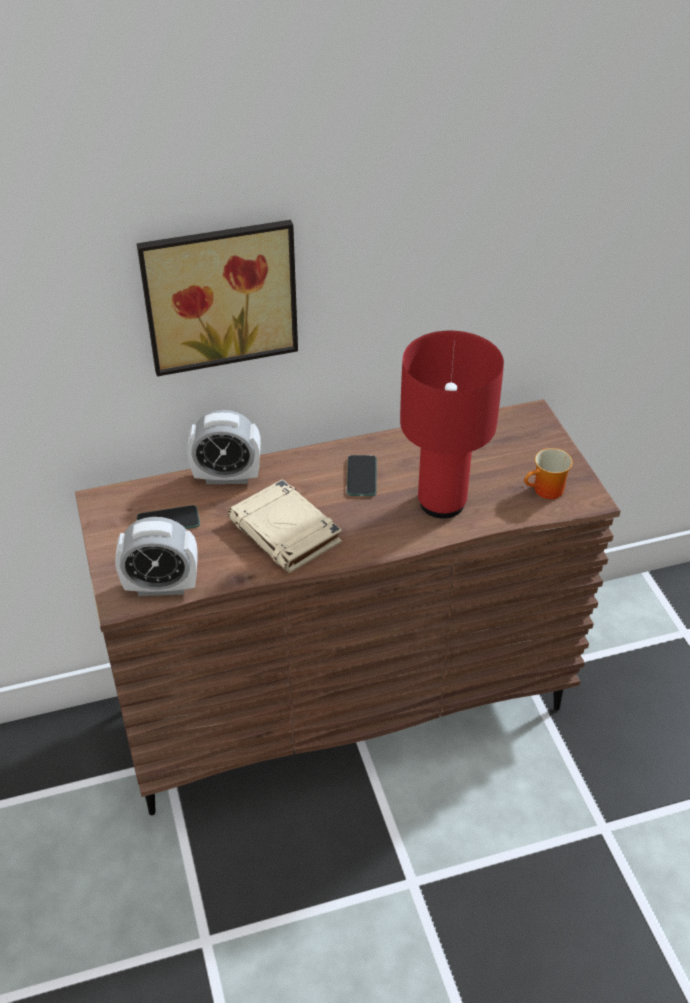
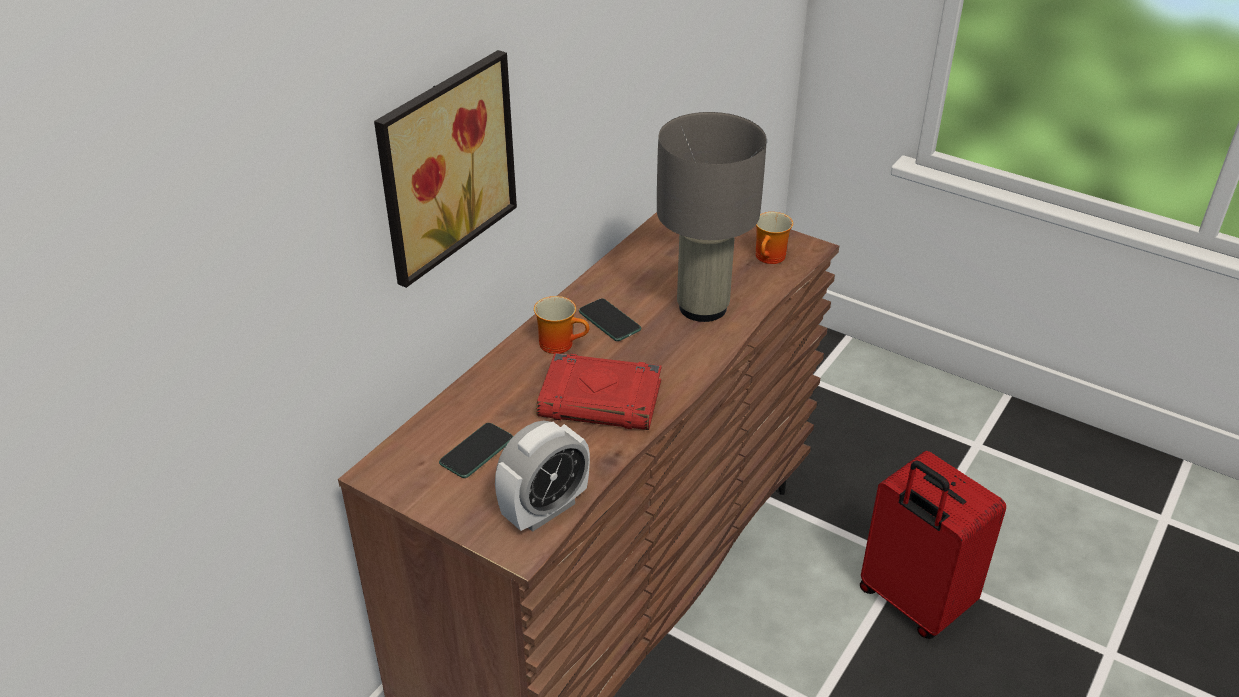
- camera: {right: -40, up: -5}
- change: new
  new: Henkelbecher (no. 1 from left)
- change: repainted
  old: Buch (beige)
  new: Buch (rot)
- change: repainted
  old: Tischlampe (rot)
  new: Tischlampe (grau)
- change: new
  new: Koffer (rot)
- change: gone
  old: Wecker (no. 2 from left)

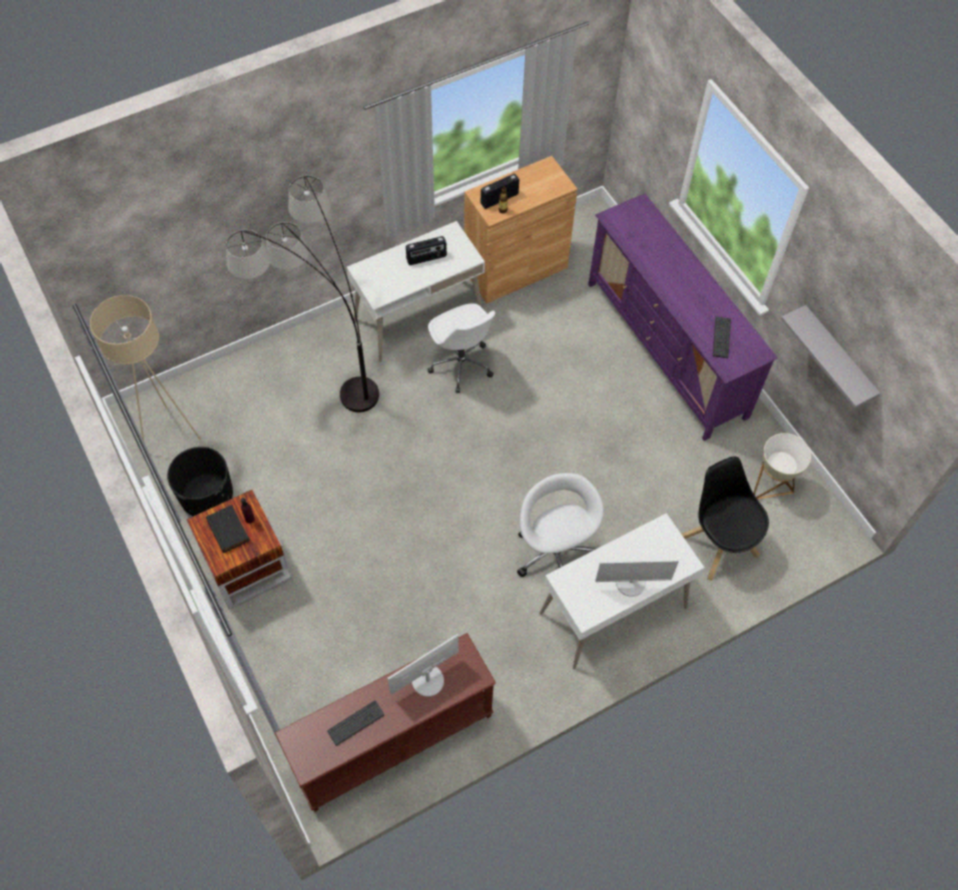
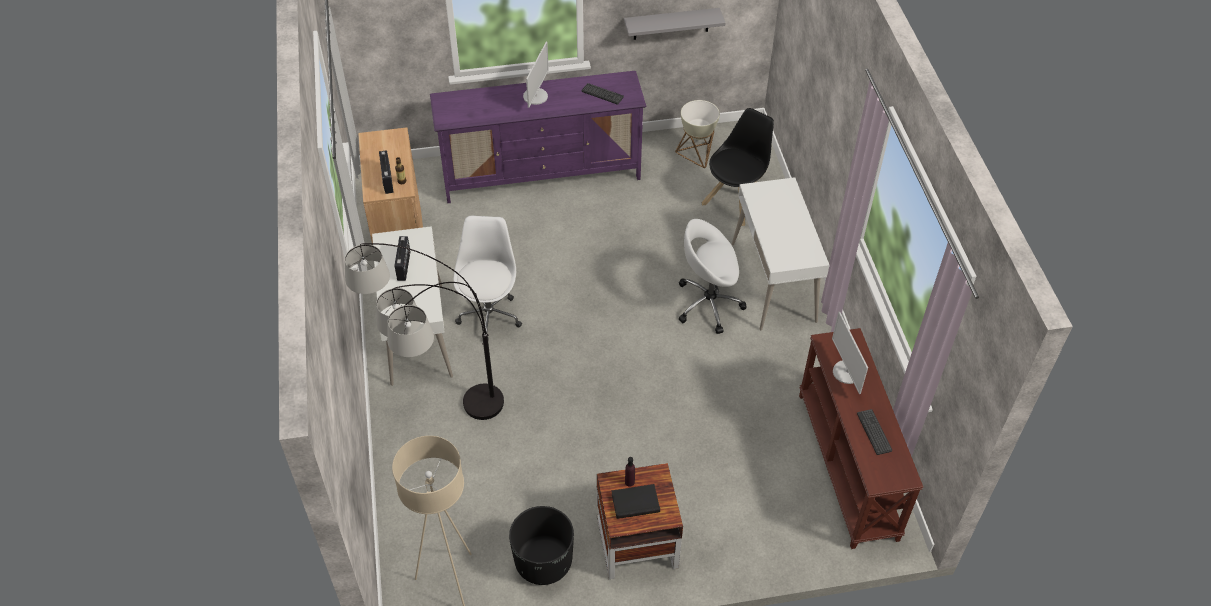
- camera: {right: -70, up: -10}
- change: rotated
  old: Bürostuhl (weiß) (no. 1 from left)
  degrees: -75
- change: shifted
  old: Monitor (no. 2 from left in the first image)
  new: Monitor (no. 1 from left)
- change: rotated
  old: Stuhl (schwarz)
  degrees: 135

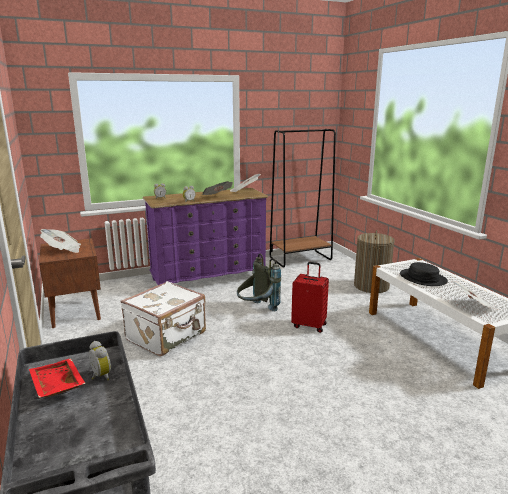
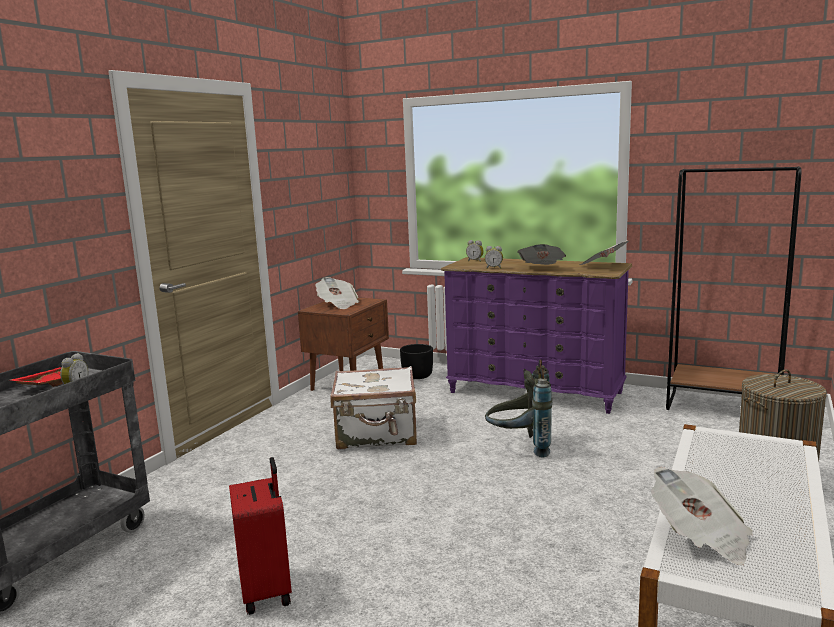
- camera: {right: 50, up: -5}
- change: shifted
  old: Koffer (rot)
- change: new
  new: Pflanzkübel (schwarz)
- change: gone
  old: Hut (schwarz)

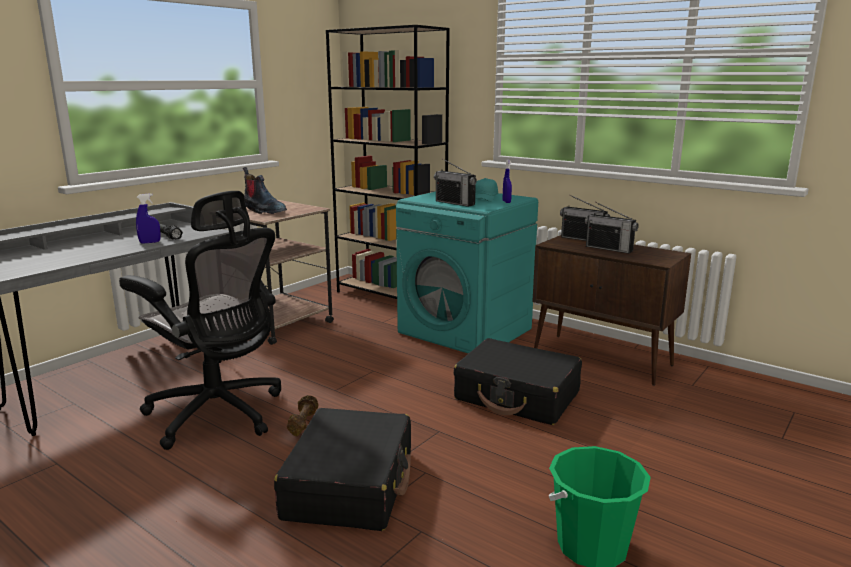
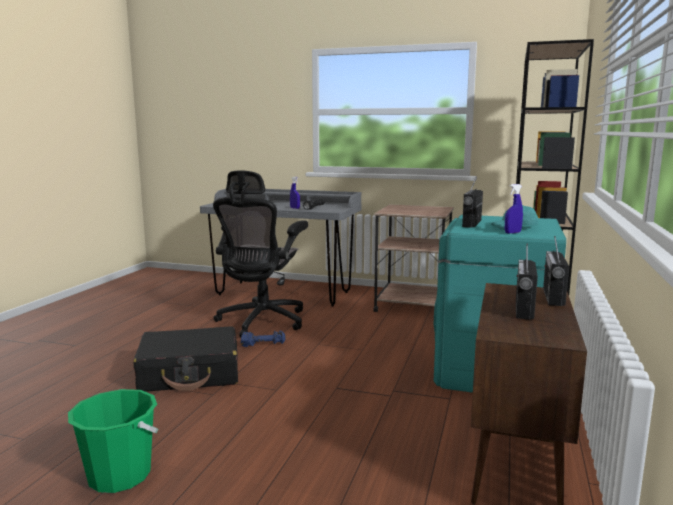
- camera: {right: 70, up: -5}
- change: repainted
  old: Hantel (braun)
  new: Hantel (blau)
- change: gone
  old: Stiefel
- change: gone
  old: Koffer (schwarz) (no. 2 from left)

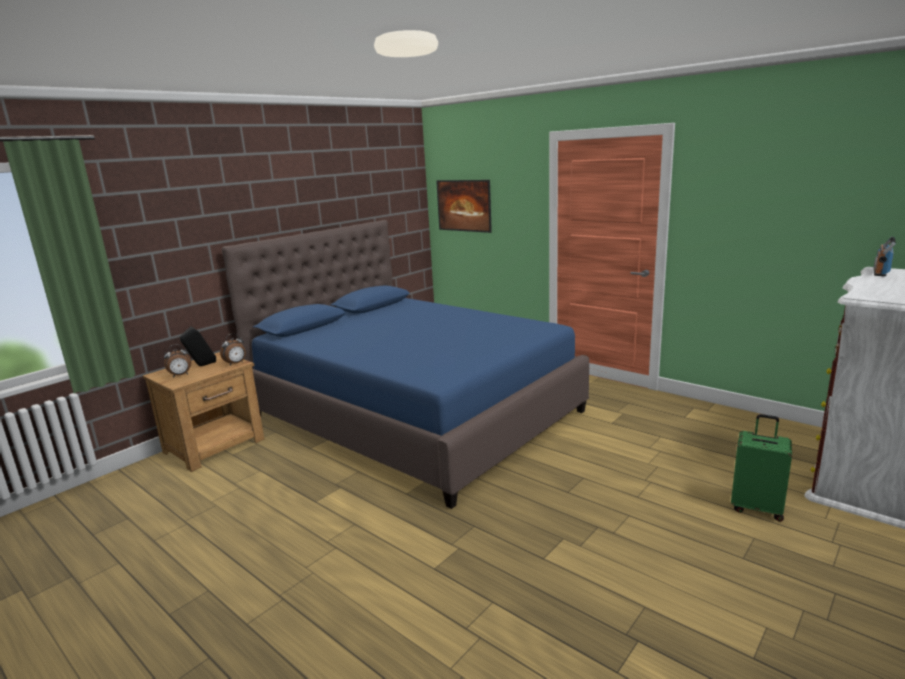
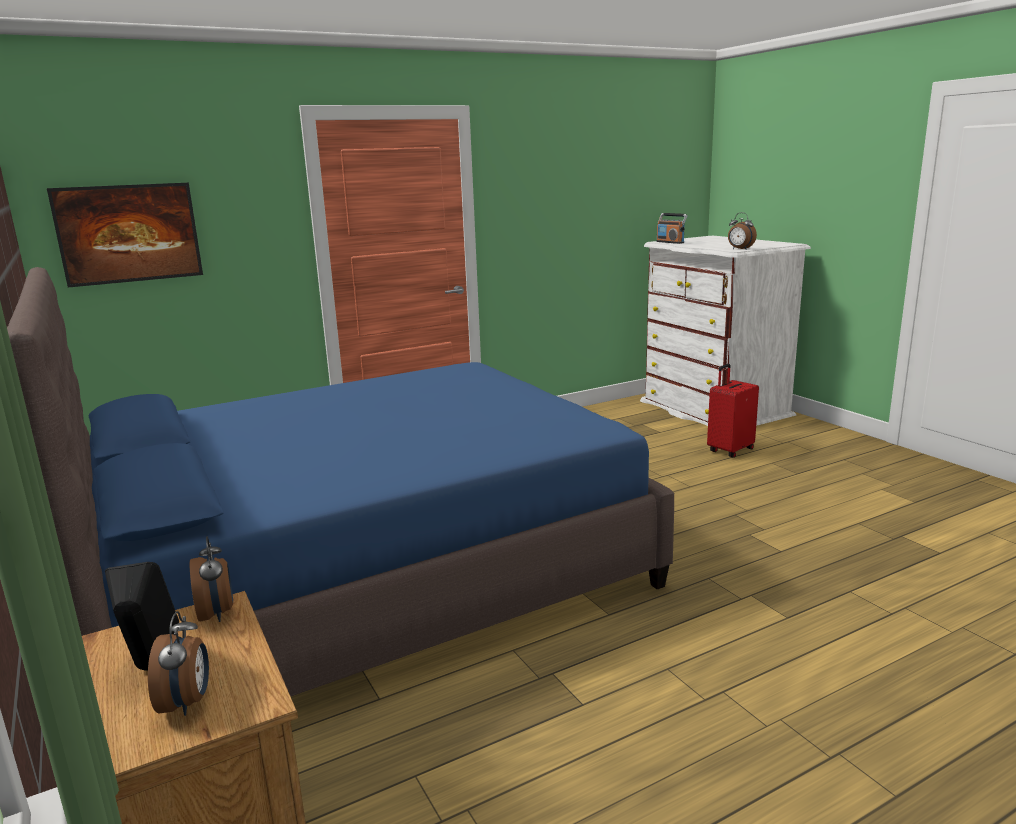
- camera: {right: -70, up: 0}
- change: repainted
  old: Koffer (grün)
  new: Koffer (rot)
- change: new
  new: Wecker (no. 3 from left)

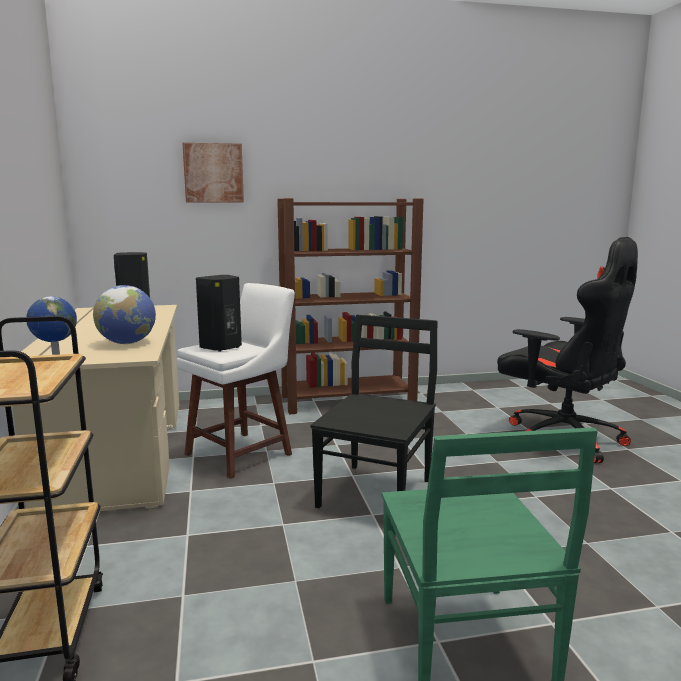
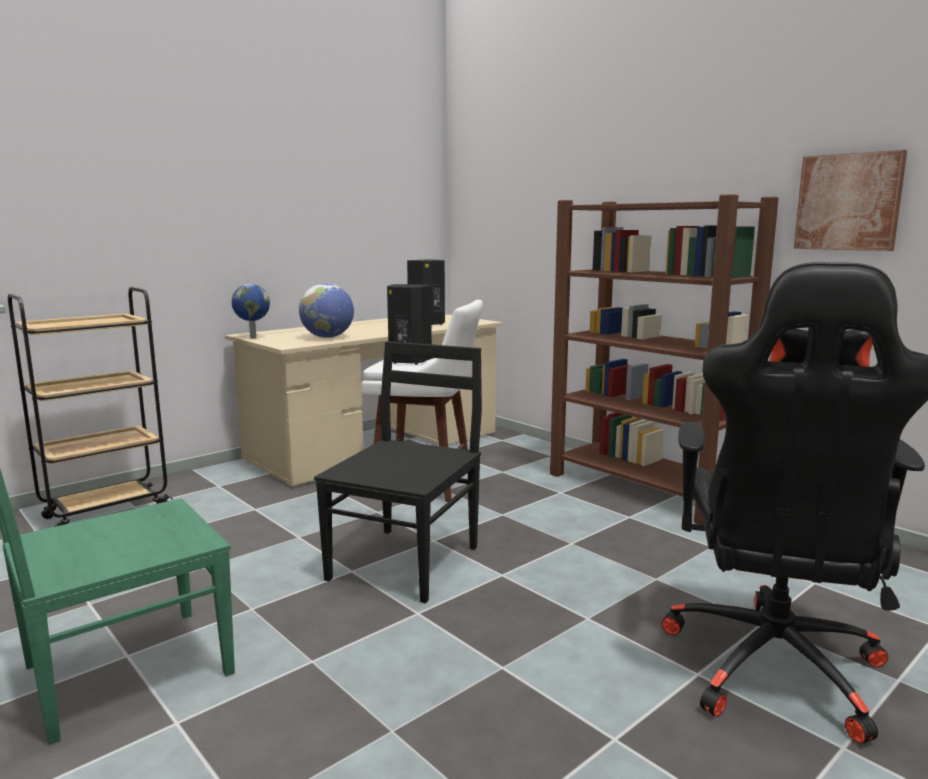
- camera: {right: 60, up: 0}
- change: rotated
  old: Stuhl (schwarz)
  degrees: -60
- change: shifted
  old: Bild

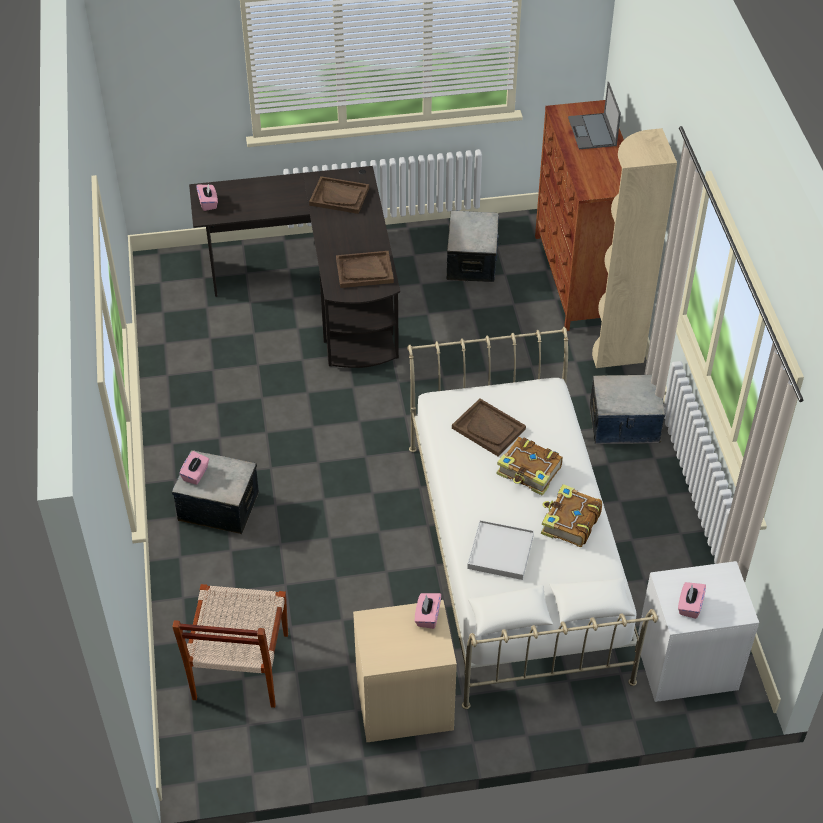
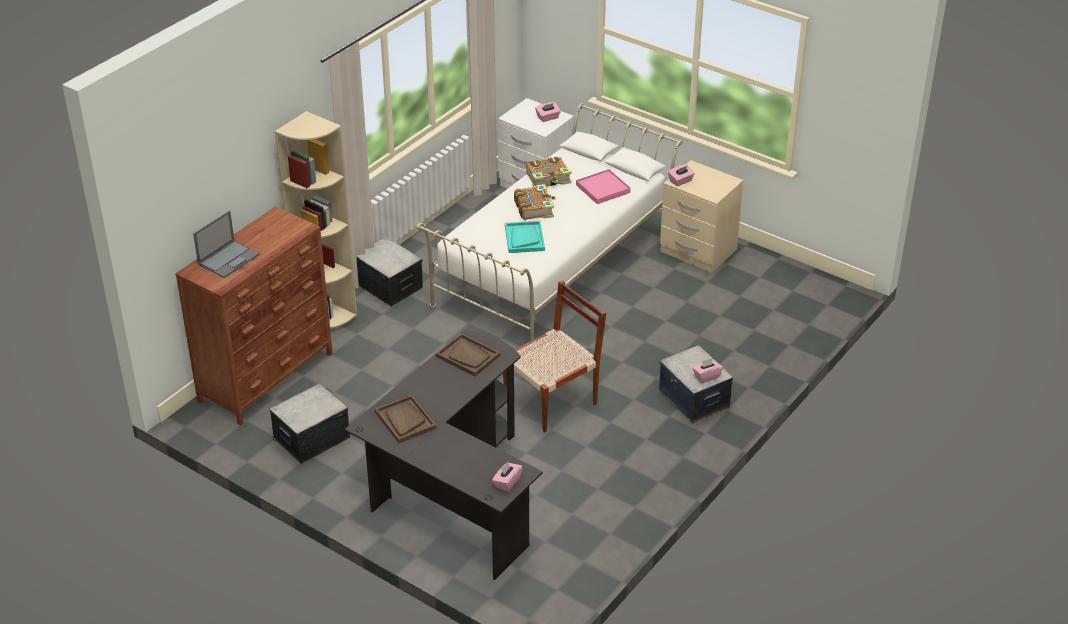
- camera: {right: -135, up: -10}
- change: shifted
  old: Stuhl
- change: repainted
  old: Tablett (braun) (no. 3 from left)
  new: Tablett (türkis)
- change: repainted
  old: Tablett (weiß)
  new: Tablett (rosa)

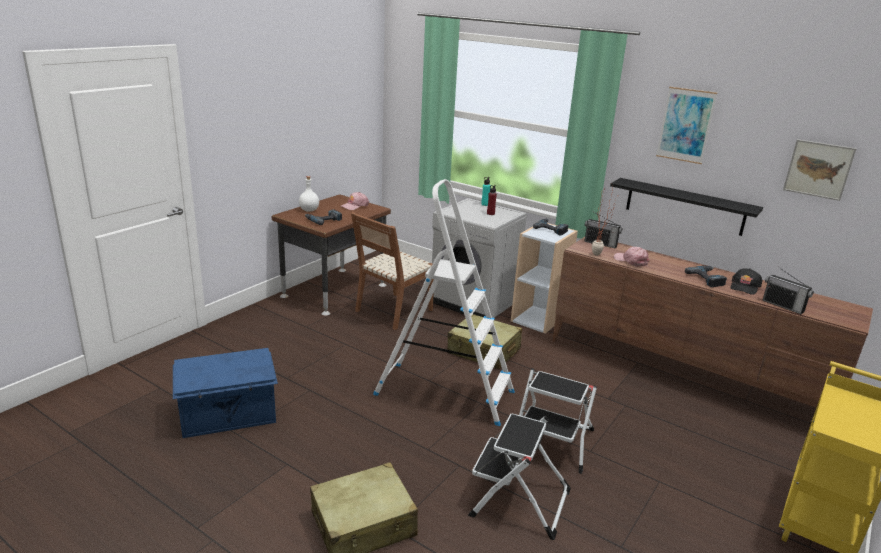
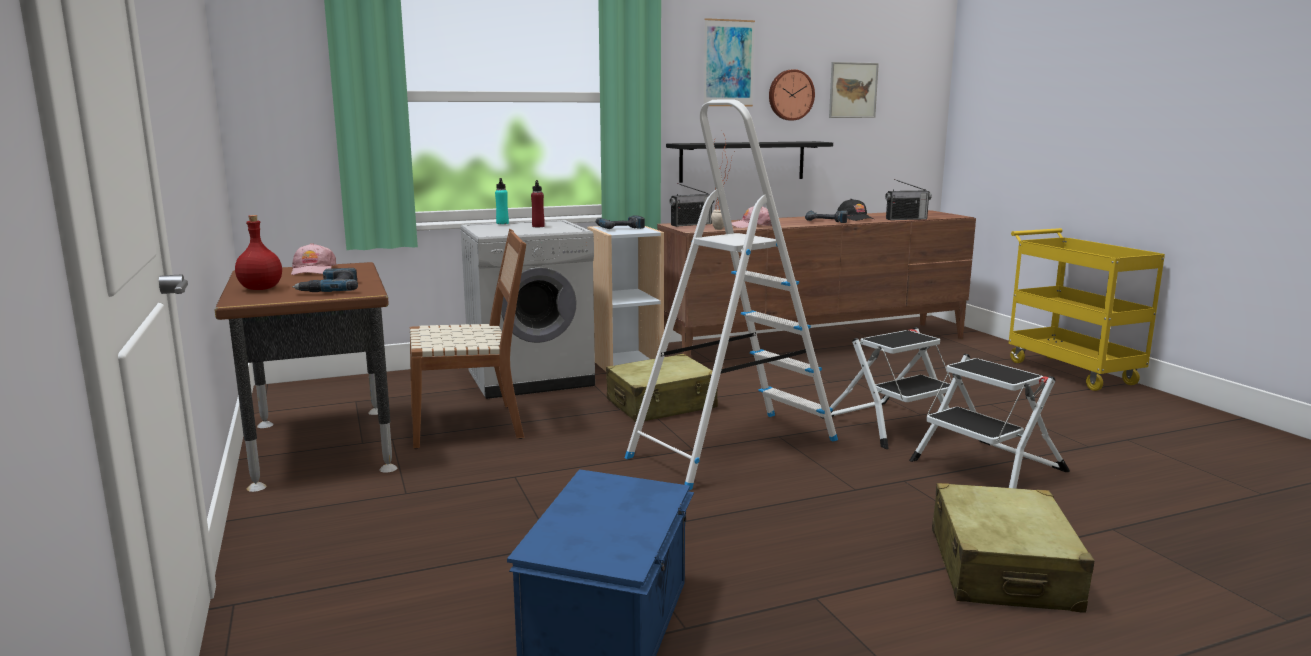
- camera: {right: -55, up: -10}
- change: repainted
  old: Flasche (weiß)
  new: Flasche (rot) (no. 1 from left)
- change: rotated
  old: Stuhl
  degrees: -90
- change: new
  new: Wanduhr

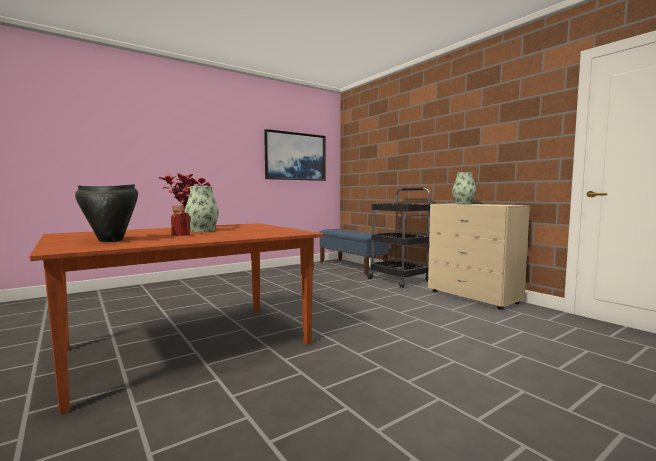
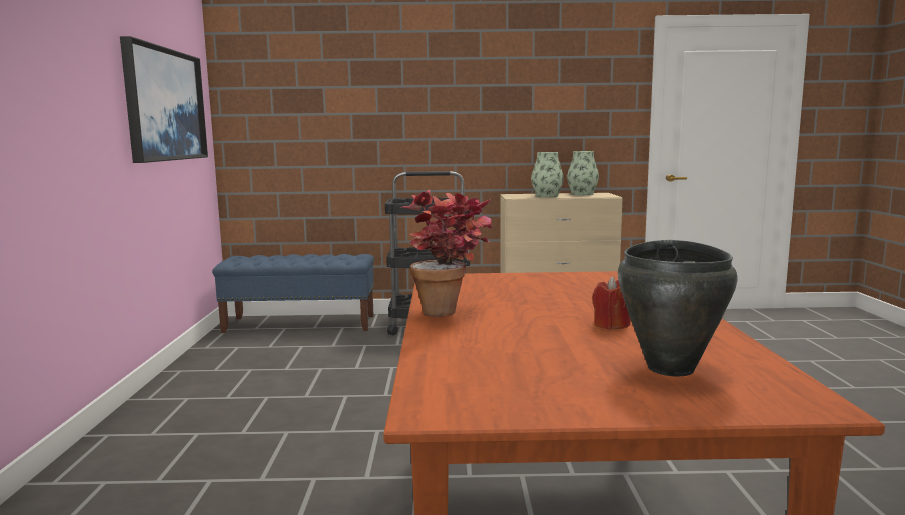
- camera: {right: -55, up: 5}
- change: shifted
  old: Vase (no. 1 from left in the first image)
  new: Vase (no. 2 from left)

